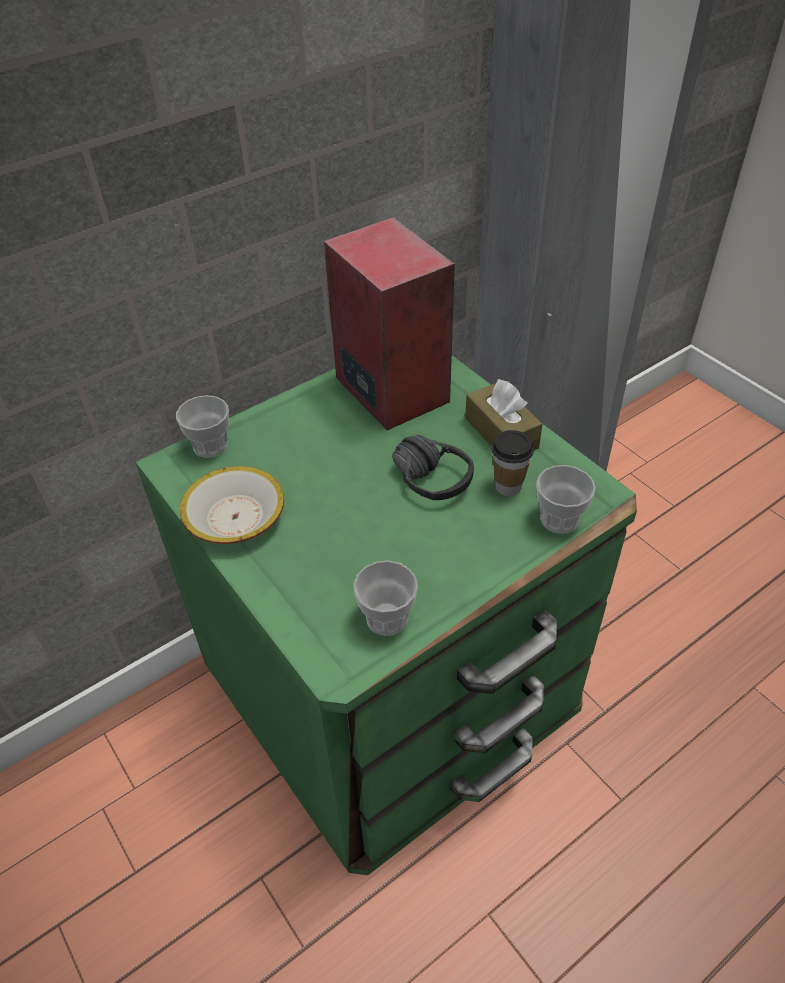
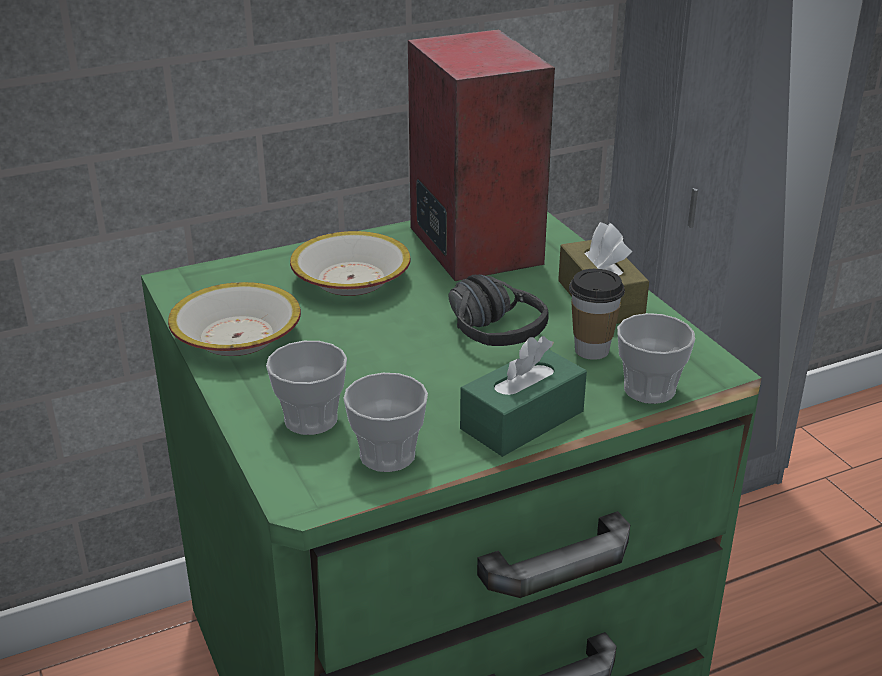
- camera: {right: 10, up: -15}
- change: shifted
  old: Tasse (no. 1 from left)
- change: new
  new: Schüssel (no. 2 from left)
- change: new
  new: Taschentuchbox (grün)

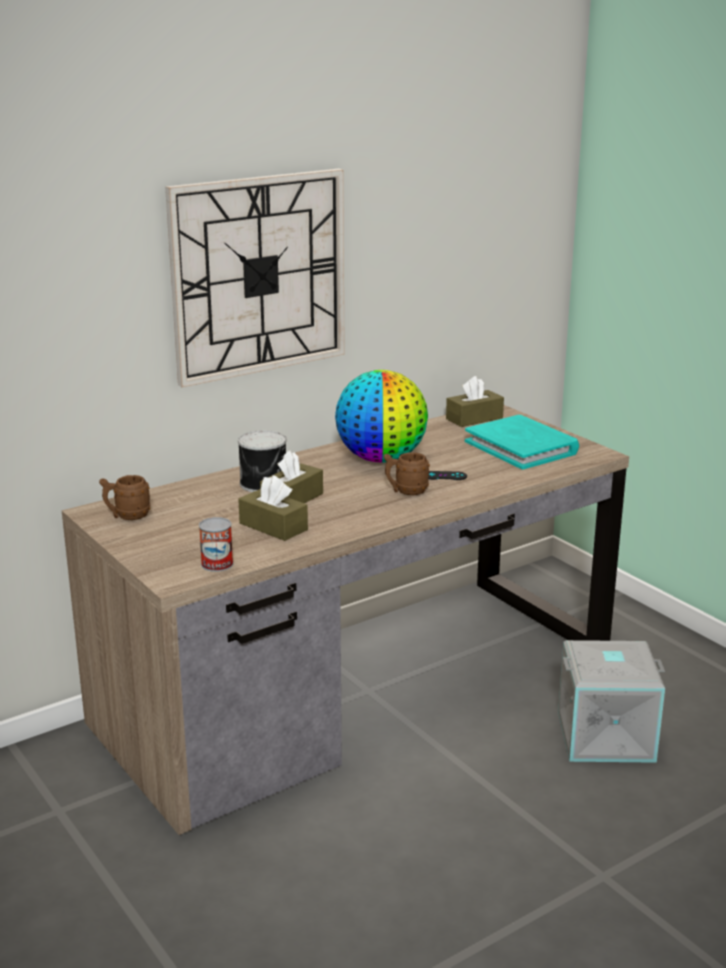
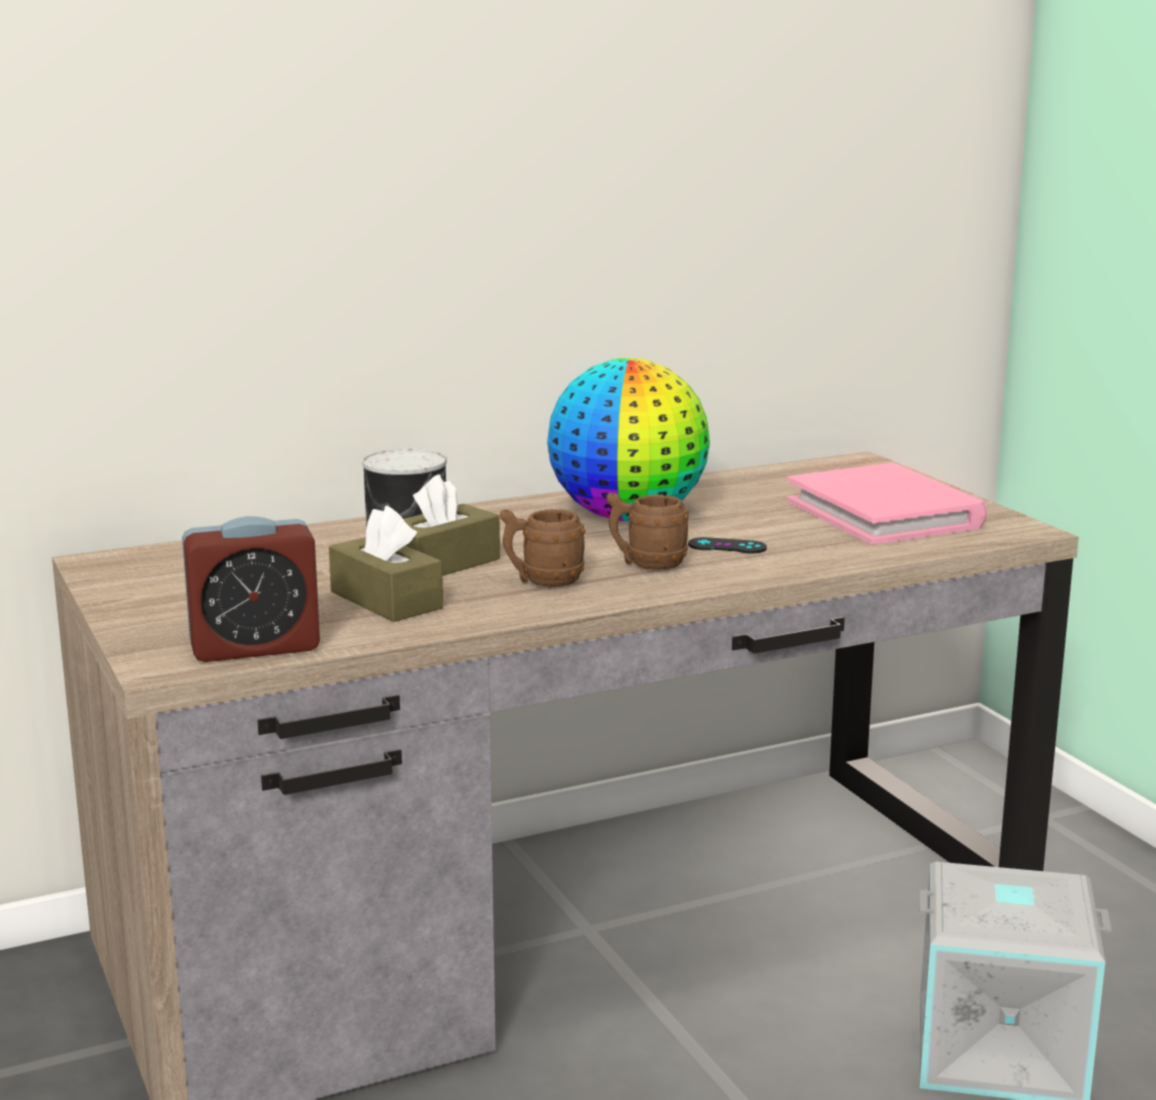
- camera: {right: 10, up: -5}
- change: swapped
  old: Dose (no. 1 from left)
  new: Wecker
- change: shifted
  old: Henkelbecher (braun) (no. 1 from left)
- change: repainted
  old: Buch (türkis)
  new: Buch (rosa)
- change: gone
  old: Wanduhr
- change: gone
  old: Taschentuchbox (braun) (no. 3 from left)

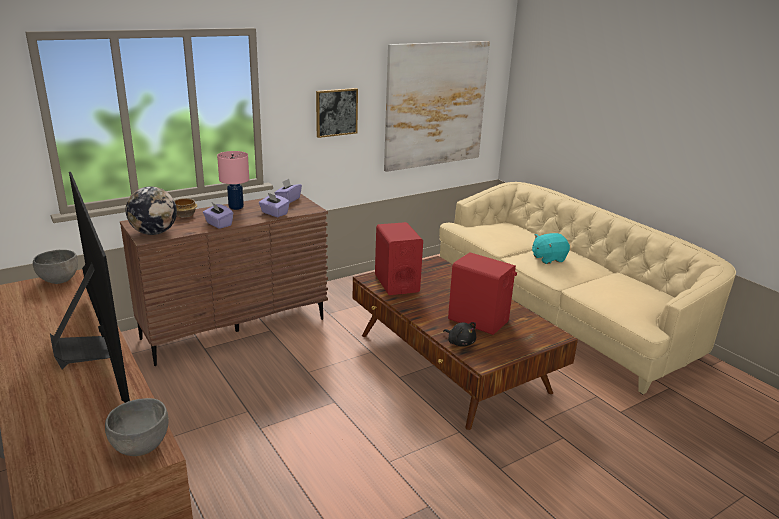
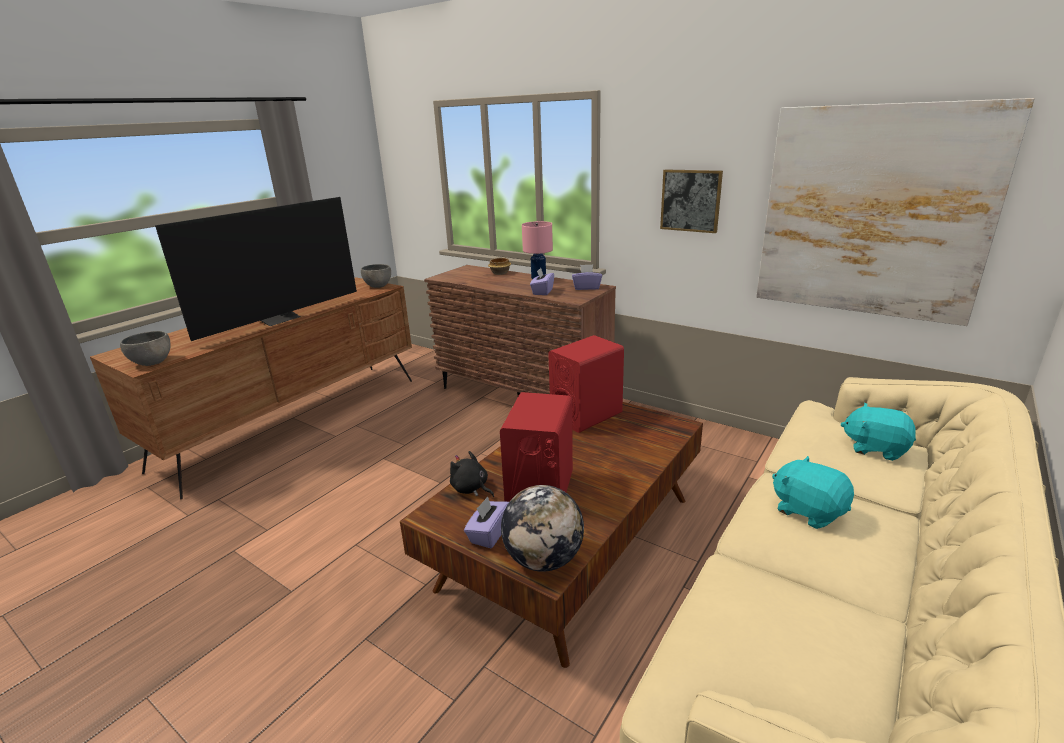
- camera: {right: 70, up: 0}
- change: rotated
  old: Plüschtier (schwarz)
  degrees: 105
- change: shifted
  old: Taschentuchbox (lila) (no. 1 from left)
- change: shifted
  old: Globus
- change: new
  new: Plüschtier (türkis) (no. 2 from left)

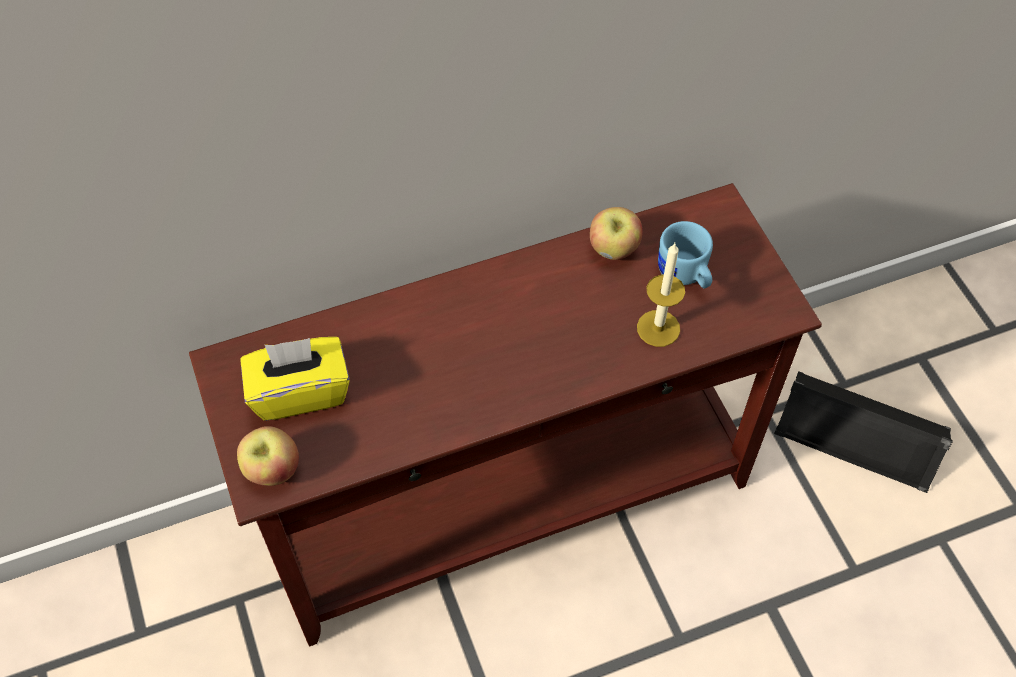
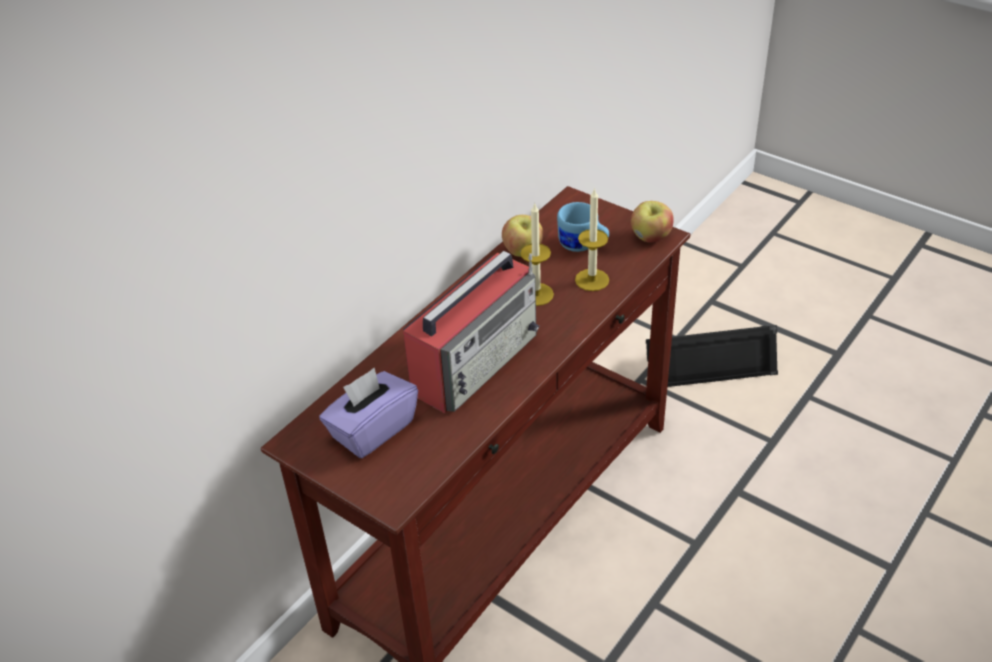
- camera: {right: -30, up: -15}
- change: repainted
  old: Taschentuchbox (gelb)
  new: Taschentuchbox (lila)
- change: new
  new: Radio
- change: new
  new: Kerze (no. 1 from left)
- change: shifted
  old: Apfel (no. 1 from left in the first image)
  new: Apfel (no. 2 from left)

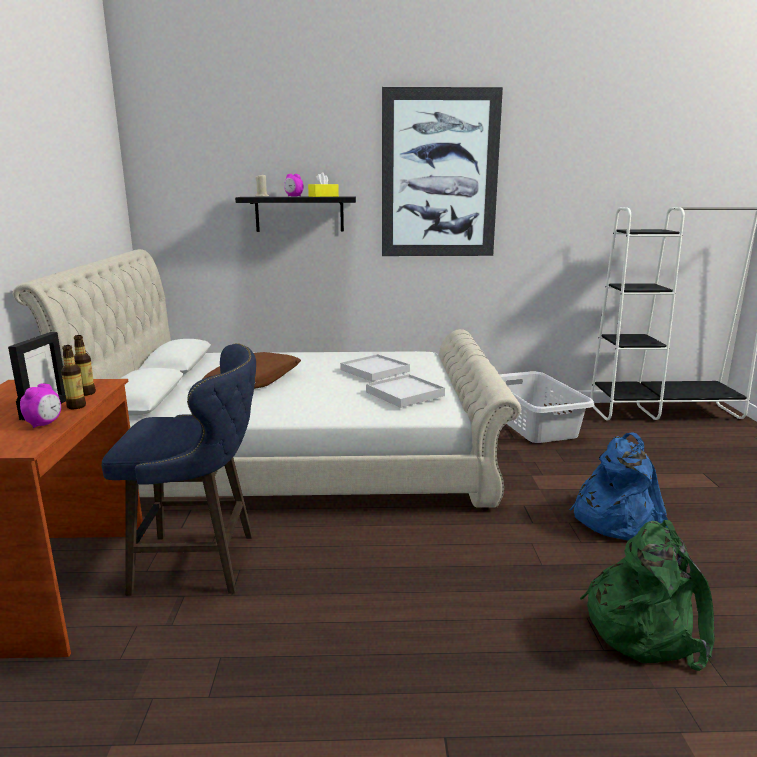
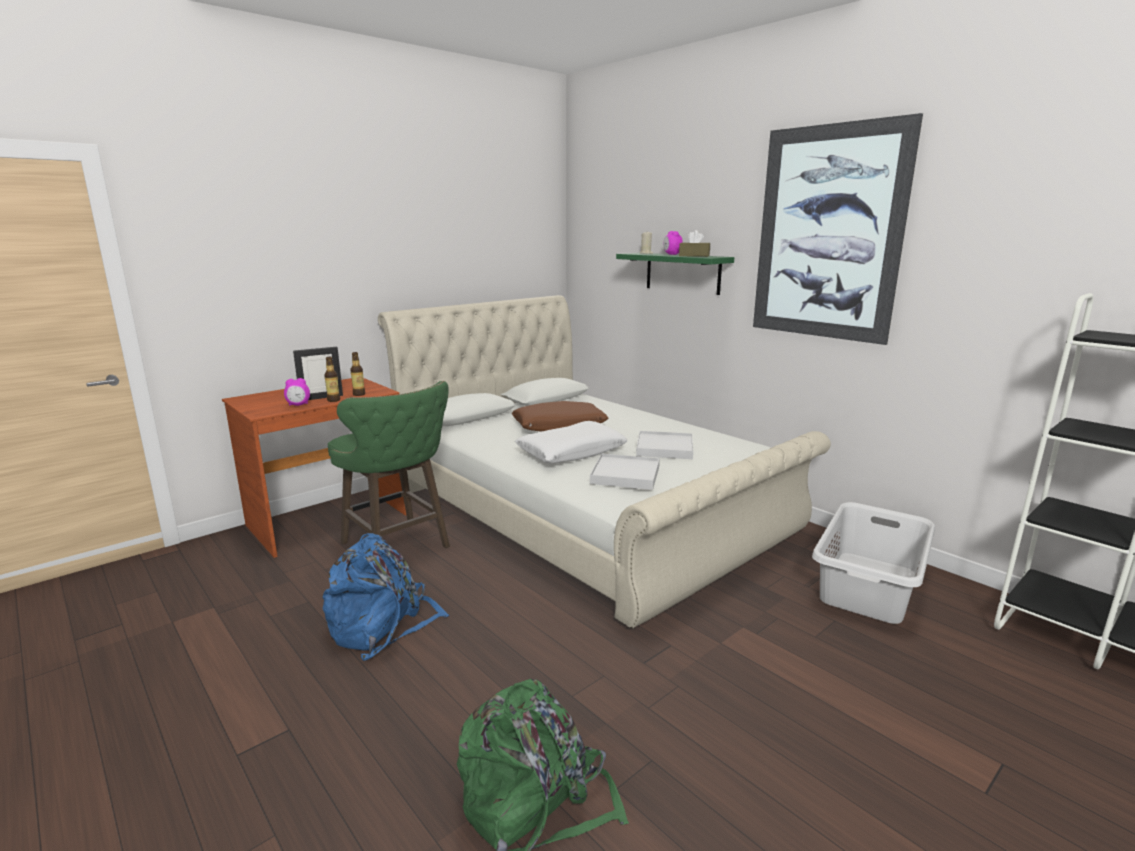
- camera: {right: 50, up: 0}
- change: shifted
  old: Rucksack (blau)
- change: repainted
  old: Hocker (blau)
  new: Hocker (grün)
- change: new
  new: Kissen (weiß)
- change: repainted
  old: Wandregal (schwarz)
  new: Wandregal (grün)
- change: repainted
  old: Taschentuchbox (gelb)
  new: Taschentuchbox (braun)

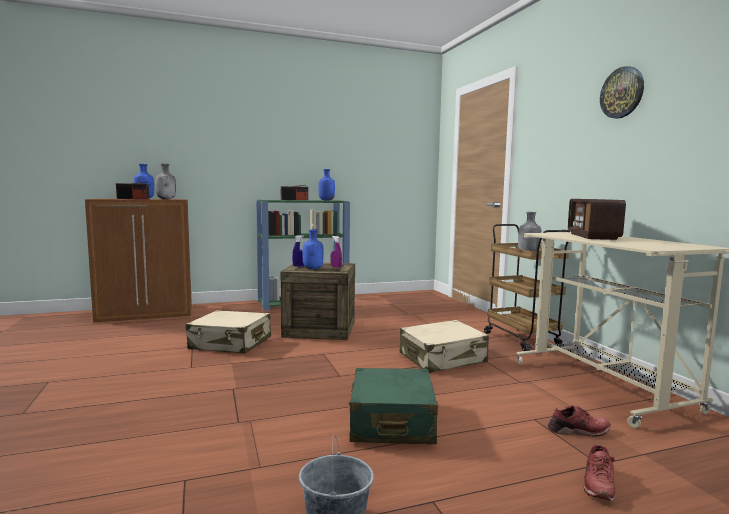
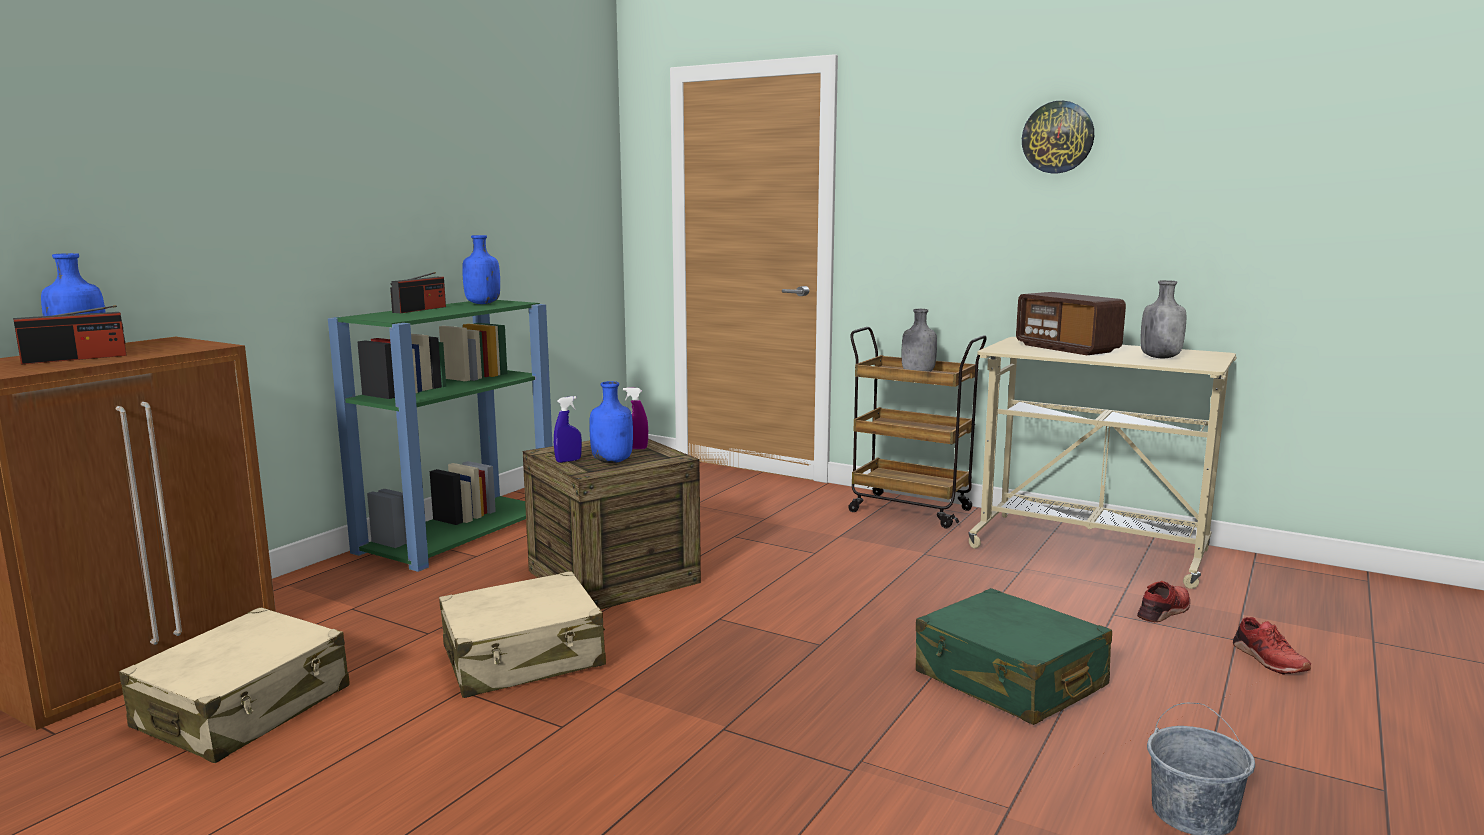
- camera: {right: -40, up: 5}
- change: shifted
  old: Koffer (beige) (no. 2 from left in the first image)
  new: Koffer (beige) (no. 1 from left)
- change: shifted
  old: Flasche (grau) (no. 1 from left in the first image)
  new: Flasche (grau) (no. 2 from left)

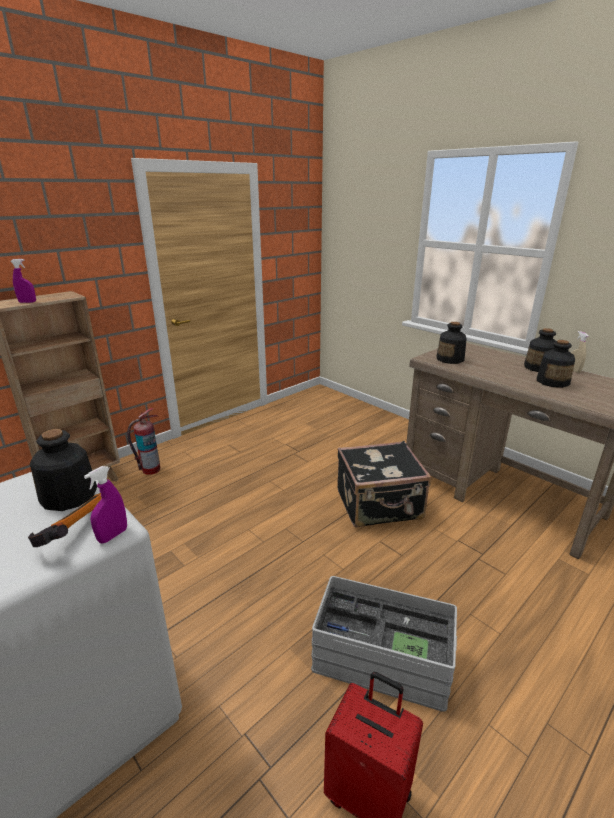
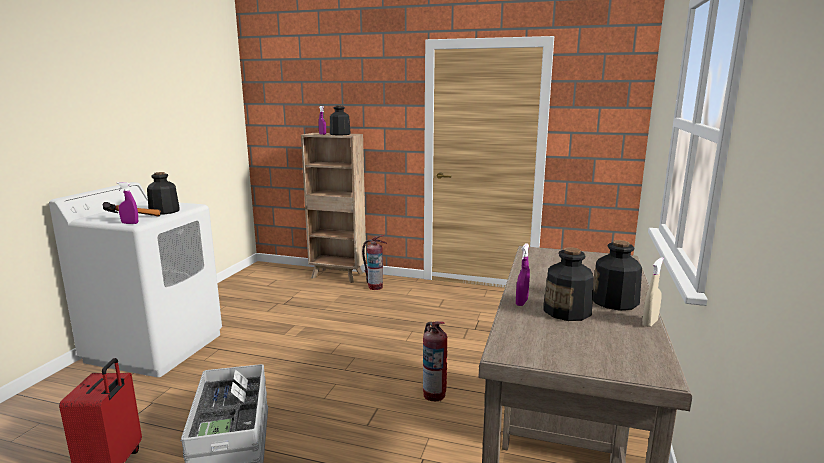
- camera: {right: 60, up: -10}
- change: shifted
  old: Flasche (no. 2 from left)
- change: swapped
  old: Koffer (schwarz)
  new: Feuerlöscher (no. 2 from left)
- change: new
  new: Sprühflasche (lila) (no. 3 from left)

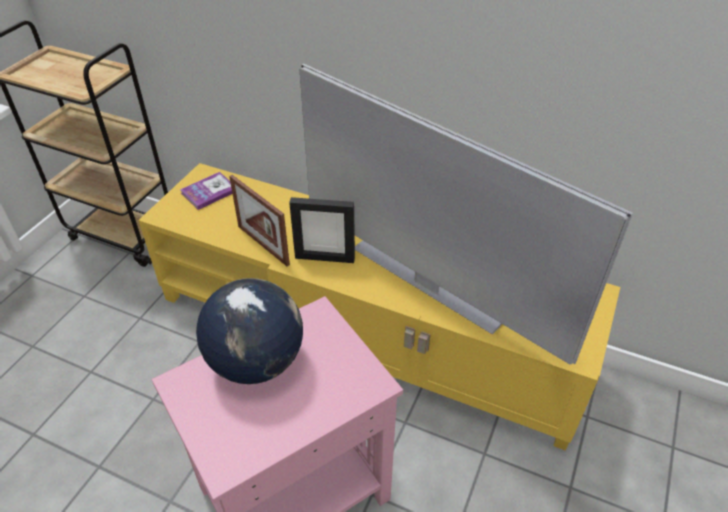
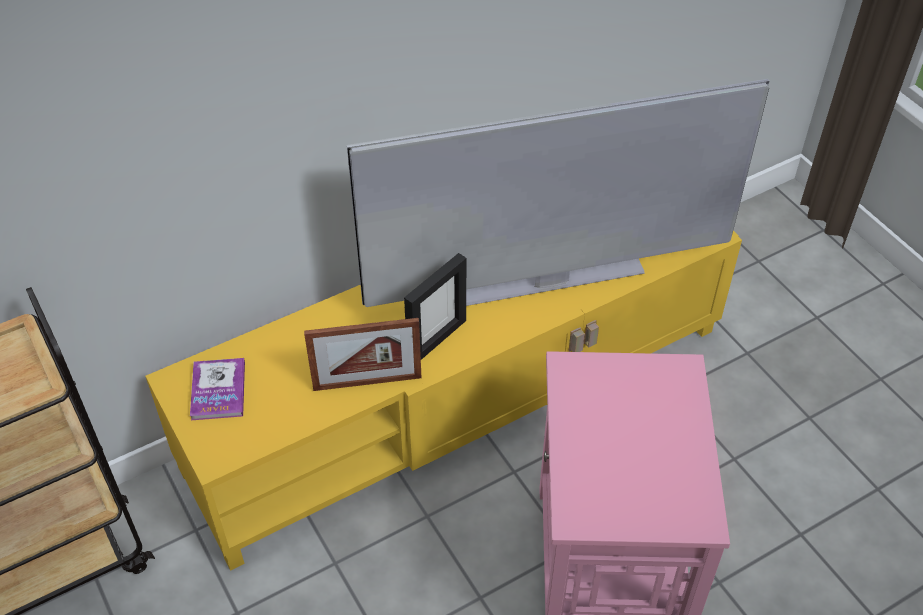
- camera: {right: -55, up: 5}
- change: gone
  old: Globus

